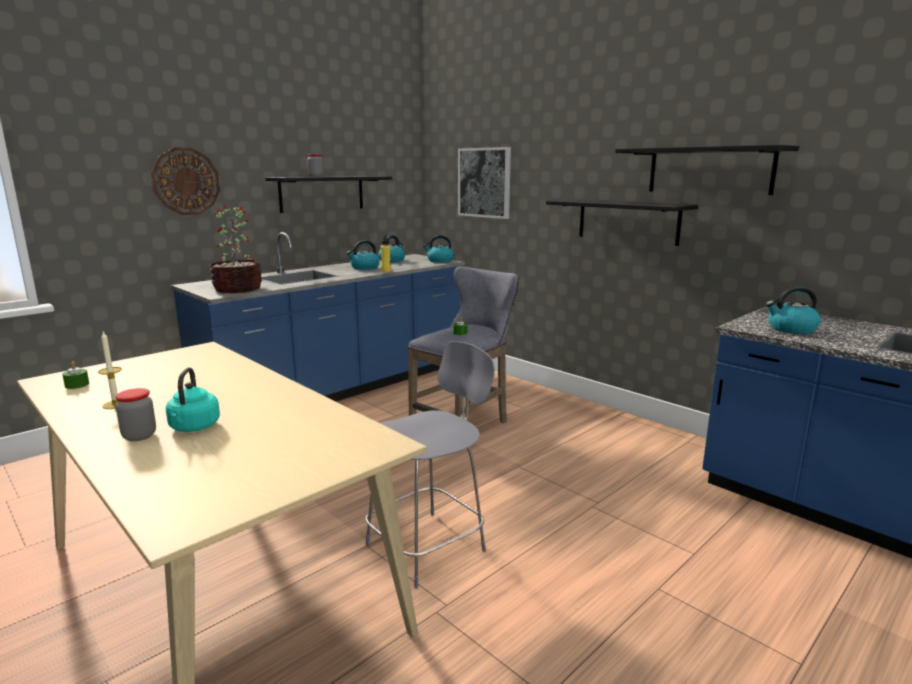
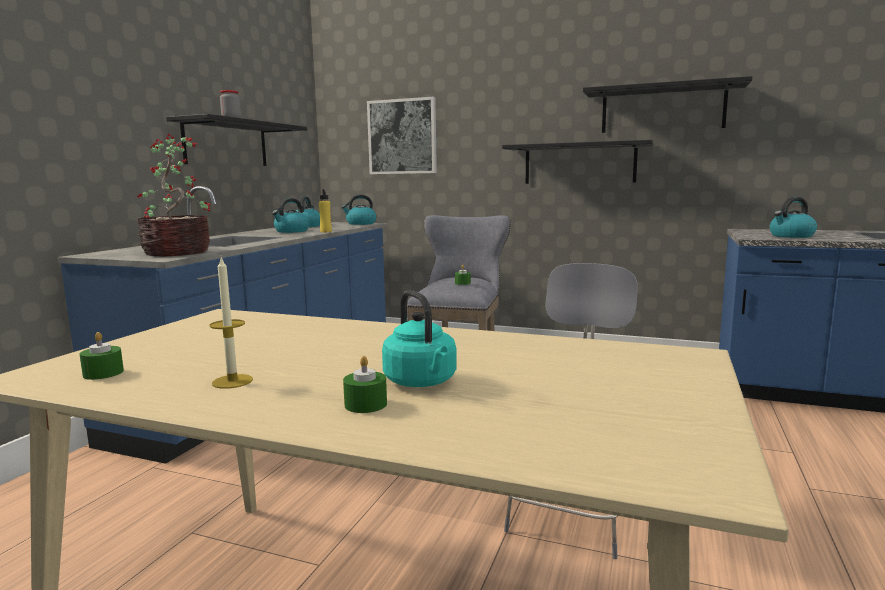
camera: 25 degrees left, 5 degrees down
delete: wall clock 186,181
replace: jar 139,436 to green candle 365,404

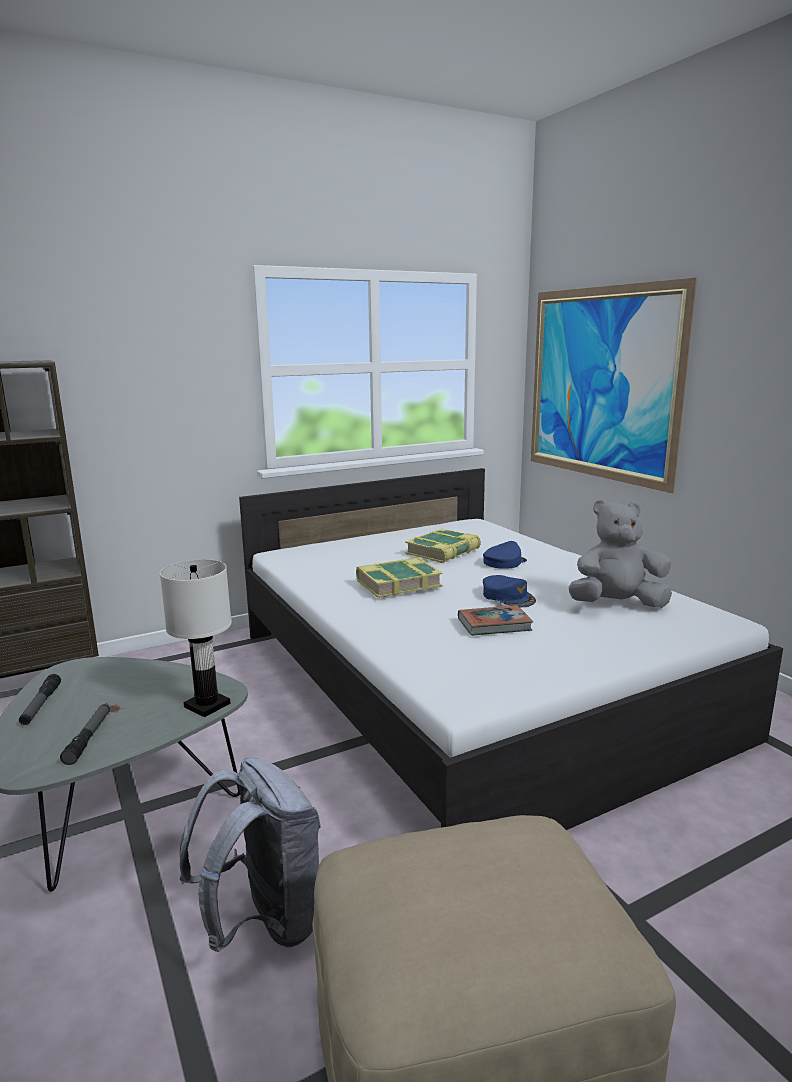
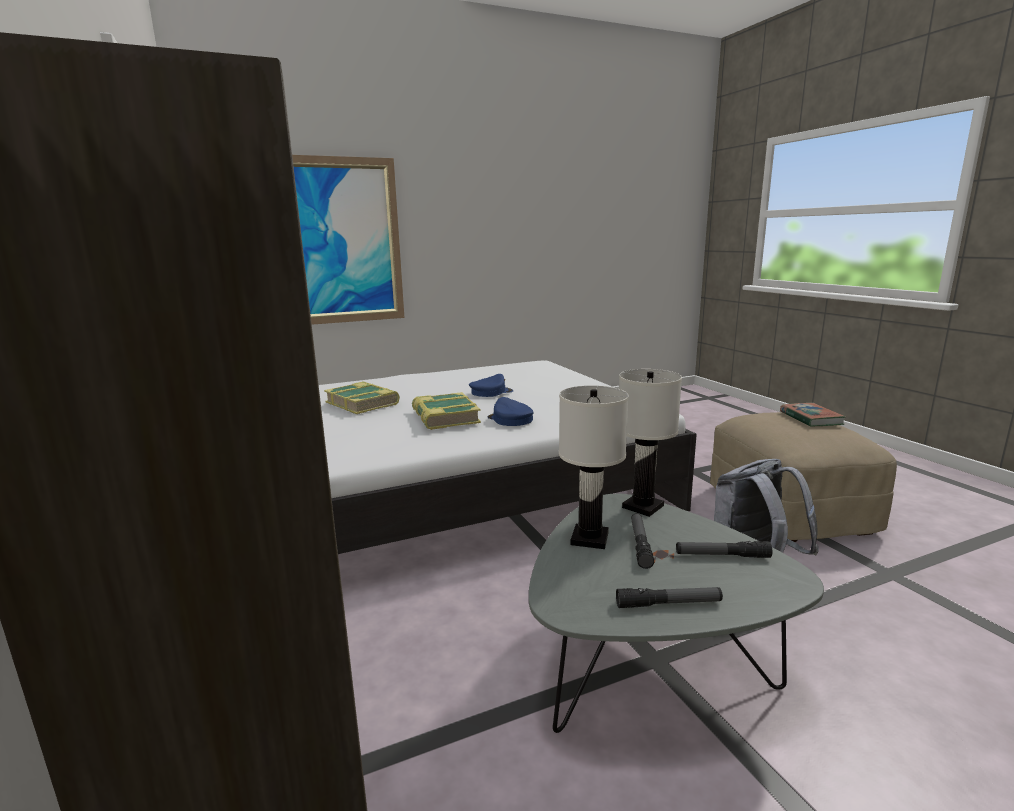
camera: 85 degrees left, 0 degrees up
delete: grey plush toy 617,605
insert: white table lamp 590,538; flashlight 640,544
move: blue cap 504,562 to 510,419; book 494,625 to 810,418

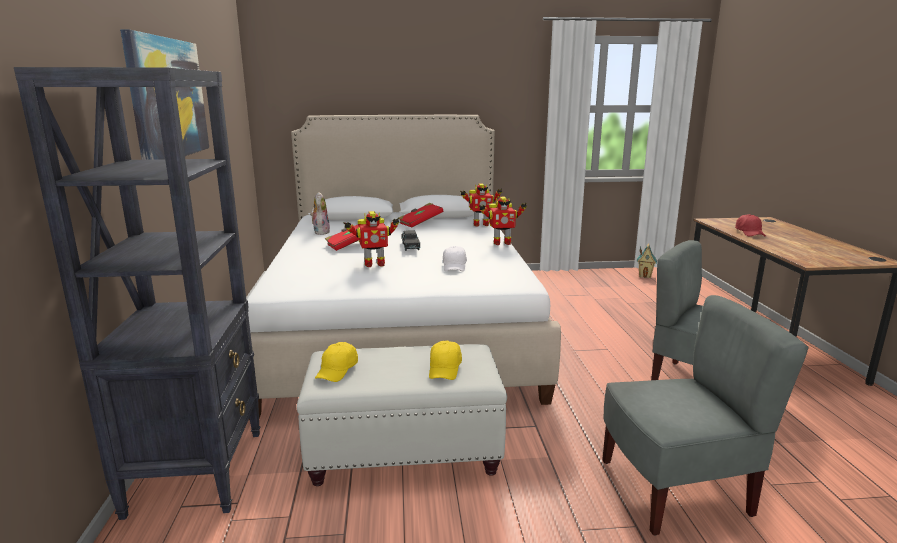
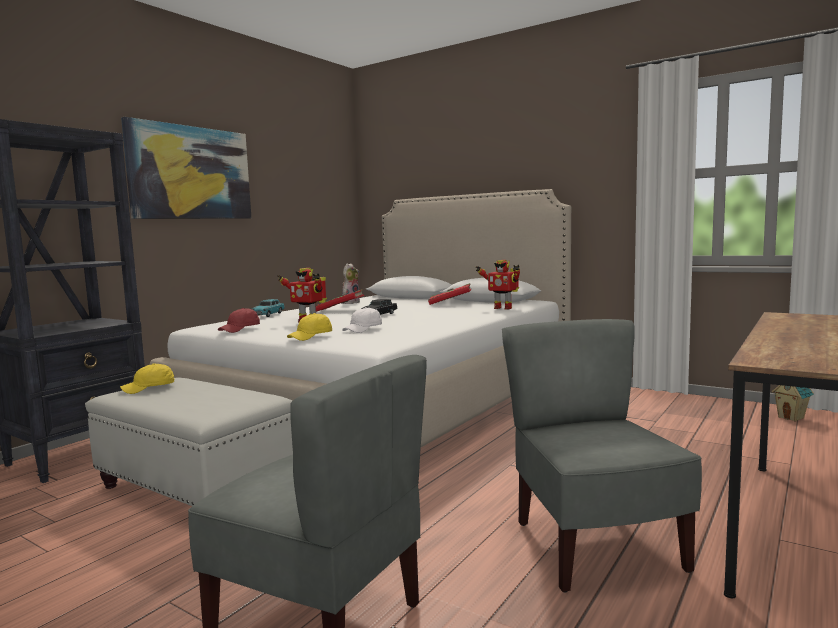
camera: 40 degrees right, 10 degrees down
delete: toy robot 501,243
insert: turquoise toy car 268,315
move: red cap 750,233 to 240,329; yellow cap 445,369 to 311,337

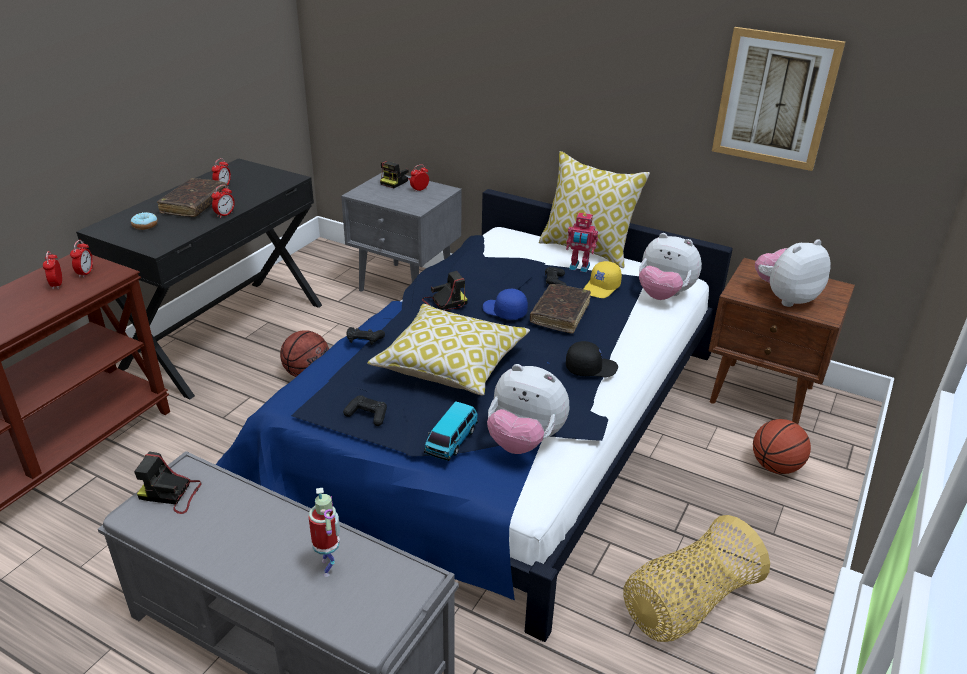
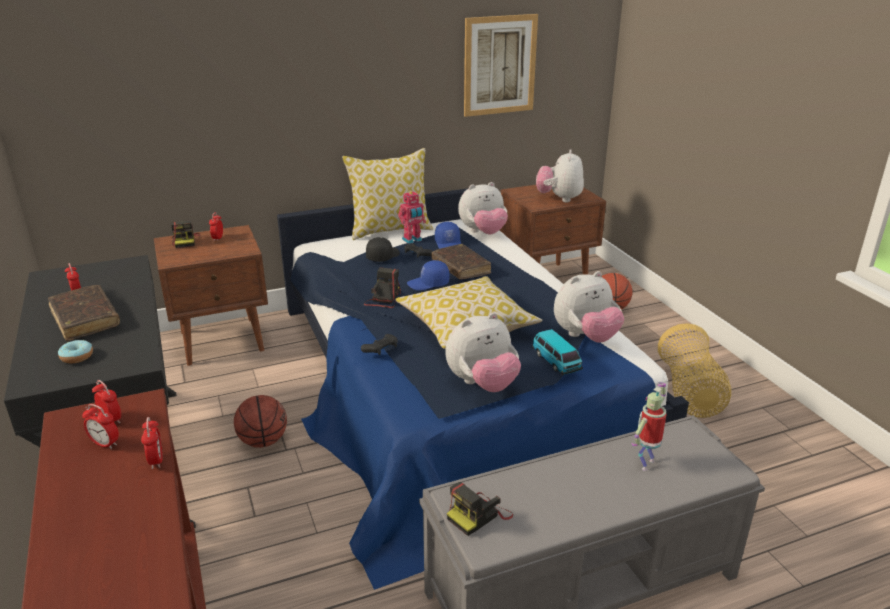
camera: 50 degrees left, 5 degrees down
move: alarm clock 225,214 to 156,460; black cap 590,368 to 382,256
replace: black game controller 367,415 to plush toy 482,384
recolor: grey nightstand 406,286 to brown nightstand 223,341; yellow cap 602,288 to blue cap 449,244
rotate: toy robot 329,567 = 645,463 75 degrees counterclockwise

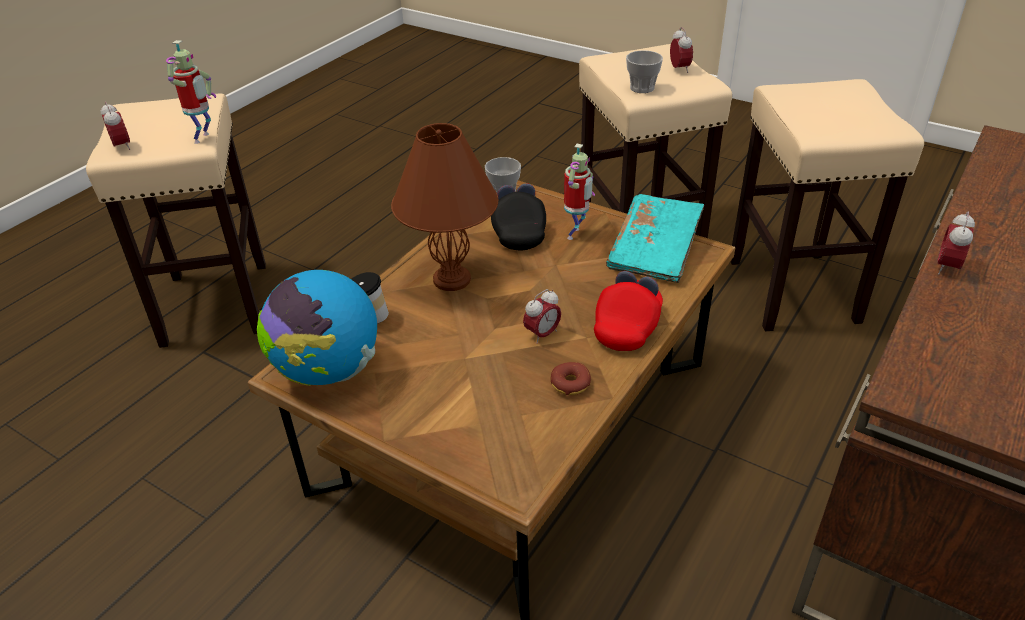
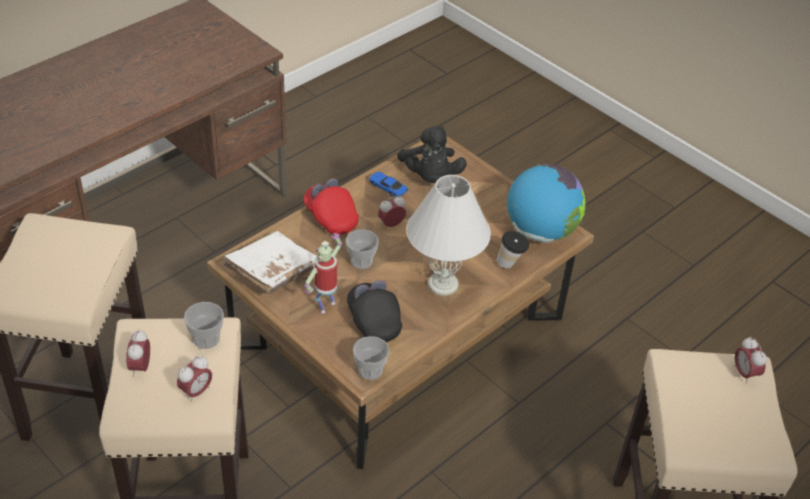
camera: 170 degrees left, 5 degrees up
delete: toy robot 204,139
insert: cup 361,261; black plush toy 430,177
move: alarm clock 947,267 to 196,392
replace: donut 570,384 to toy car 387,188
recolor: turquoise book 654,252 to white book 272,272; brown table lamp 452,279 to white table lamp 442,284
rotate: red cap 628,326 = 330,217 105 degrees clockwise; black cap 518,232 = 373,321 150 degrees clockwise

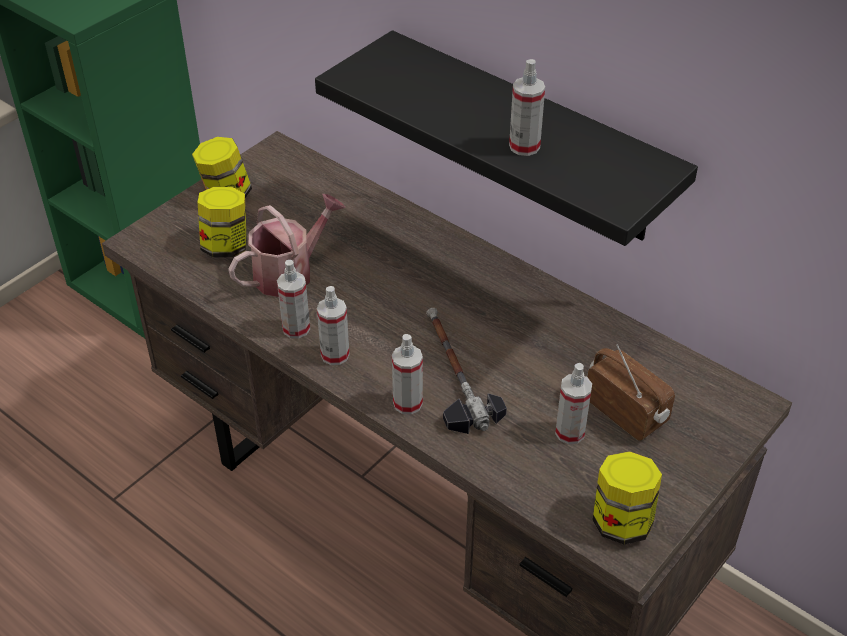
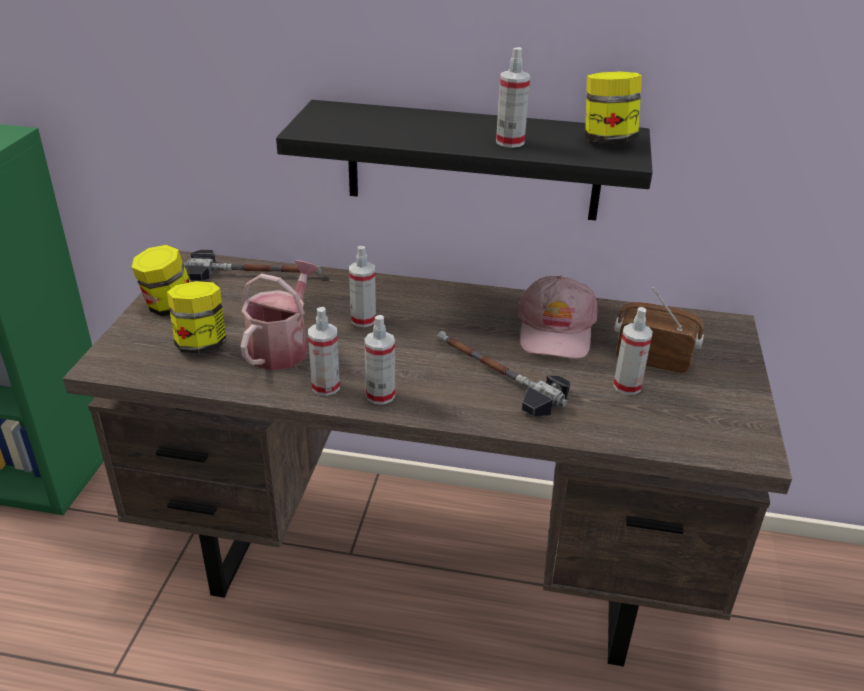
camera: 30 degrees left, 10 degrees down
insert: hammer 253,273; pink cap 556,330
move: spray bottle 407,403 to 363,320; jar 621,521 to 607,141

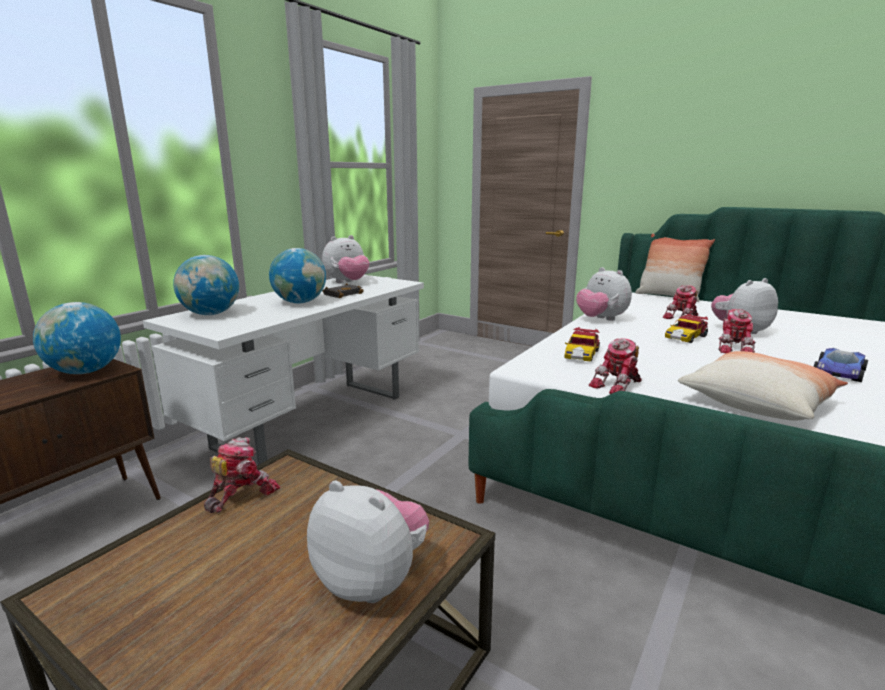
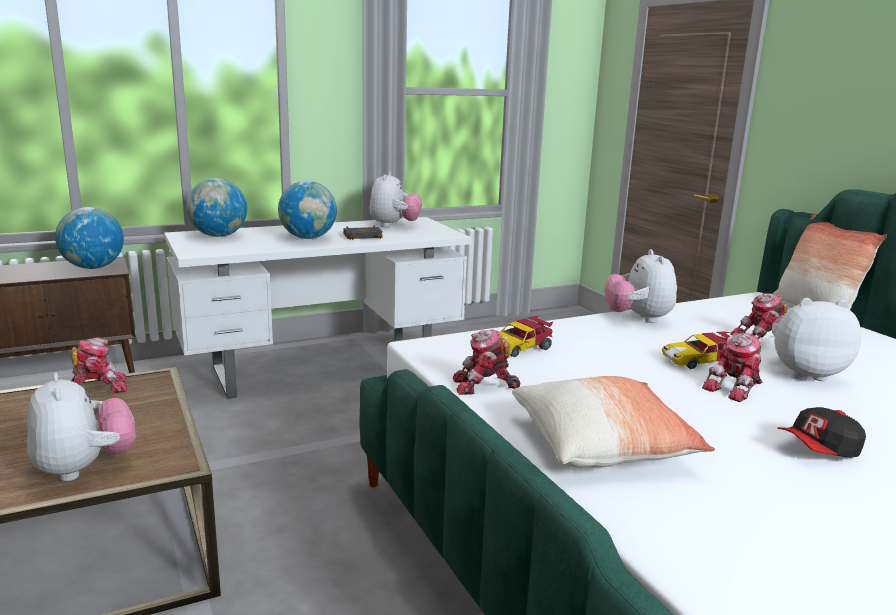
camera: 30 degrees right, 0 degrees up
replace: toy car 838,371 to cap 819,450
rotate: plush toy 347,283 = 394,225 75 degrees counterclockwise

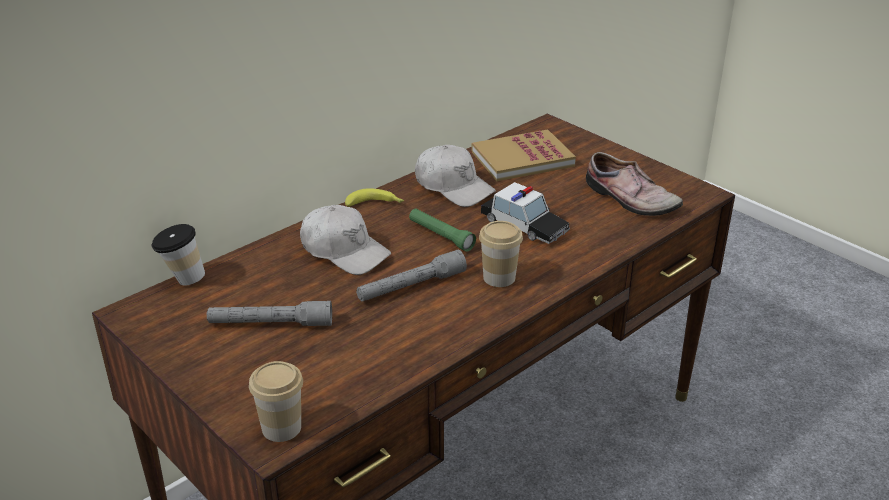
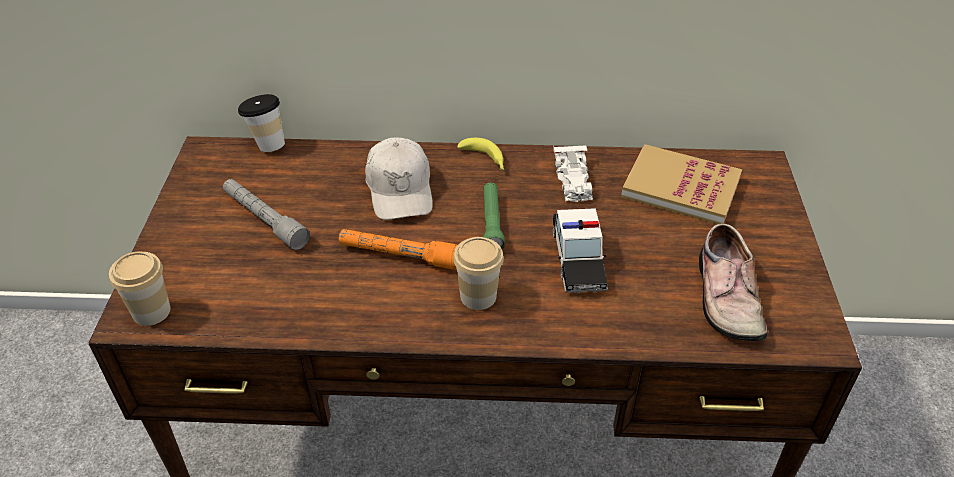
camera: 45 degrees right, 10 degrees up
replace: white cap 453,187 to white toy car 573,181
recolor: grey flashlight 411,286 to orange flashlight 399,255

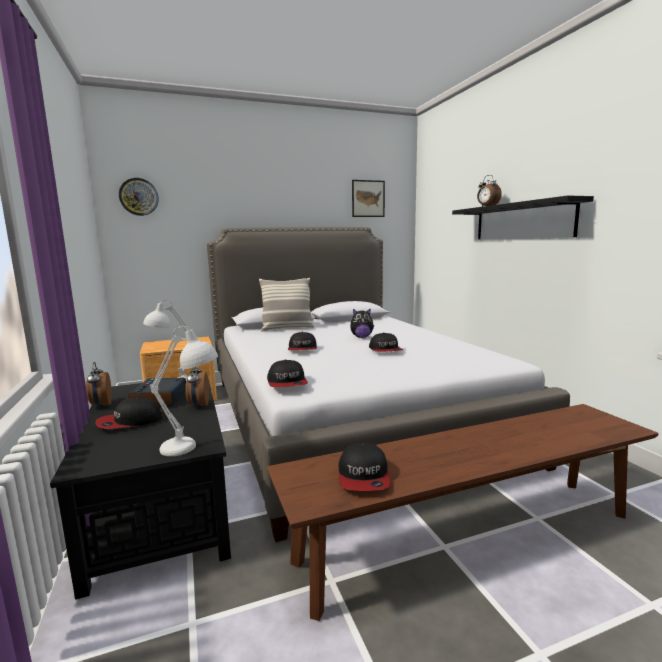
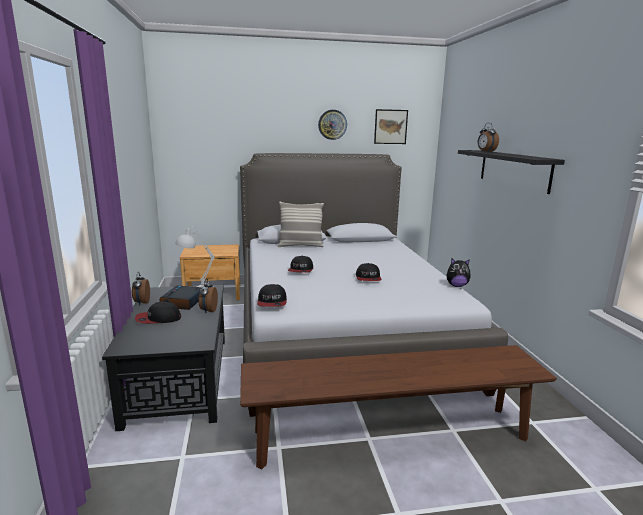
camera: 10 degrees right, 5 degrees up
delete: white table lamp 192,448; cap 364,477
move: wall clock 139,197 to 332,124; plush toy 361,337 to 456,286

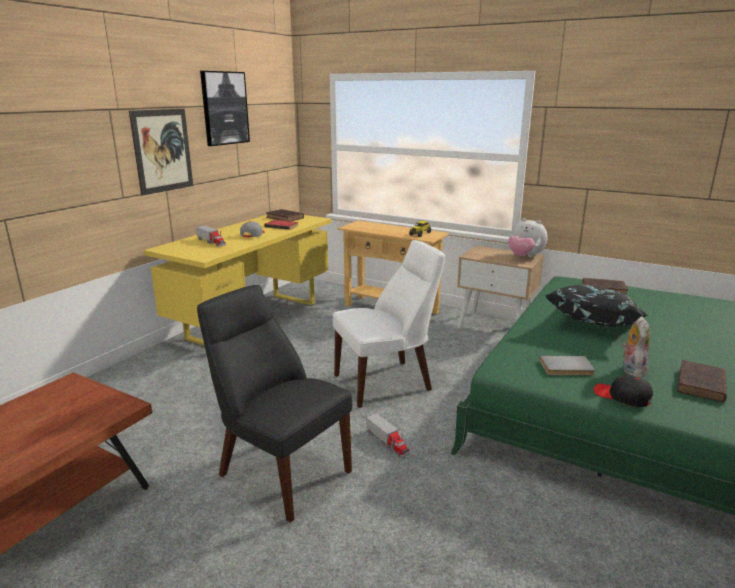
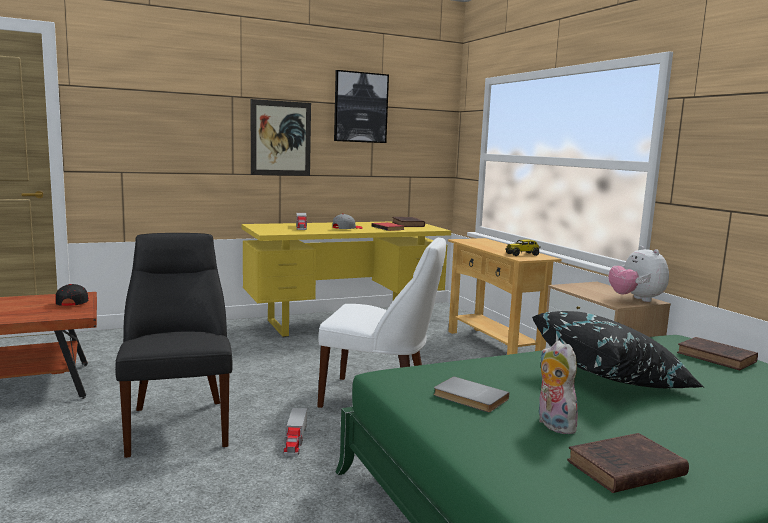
camera: 35 degrees right, 10 degrees down
move: black cap 622,397 to 73,302
rotate: plush toy 631,370 = 552,424 75 degrees counterclockwise

